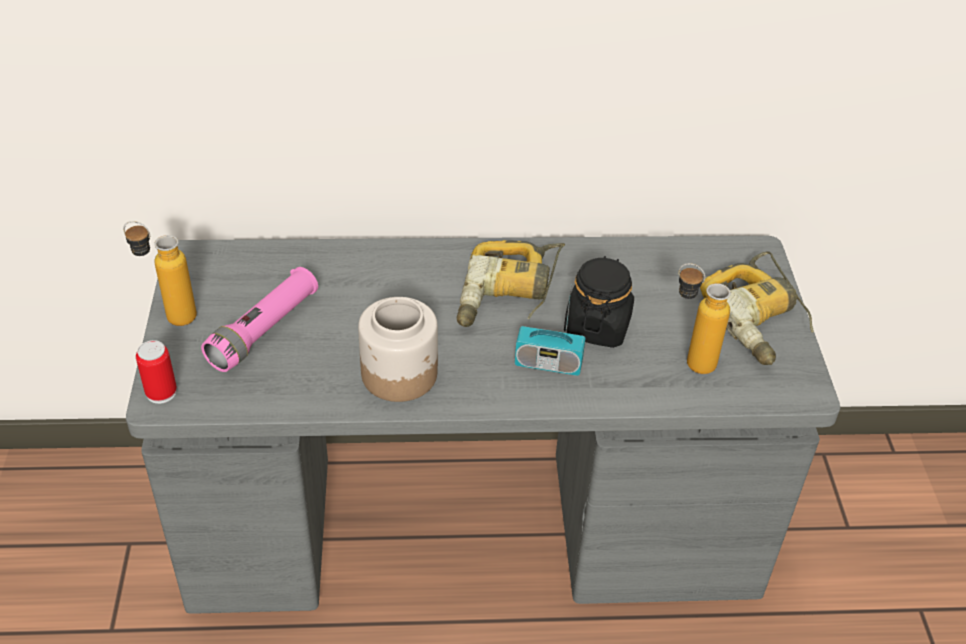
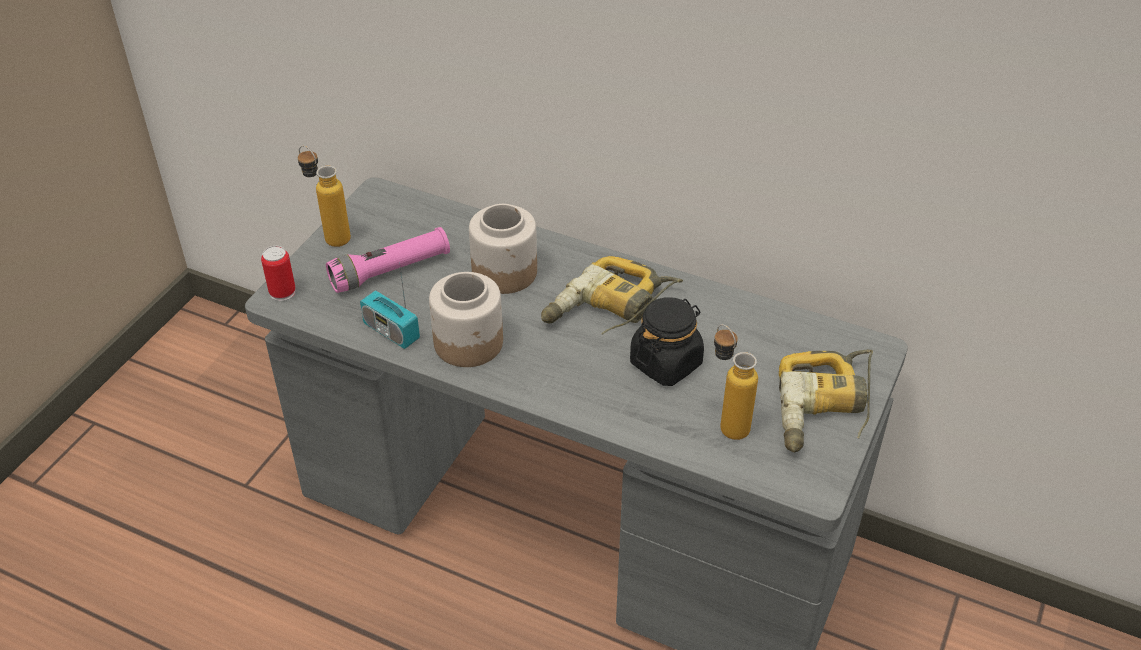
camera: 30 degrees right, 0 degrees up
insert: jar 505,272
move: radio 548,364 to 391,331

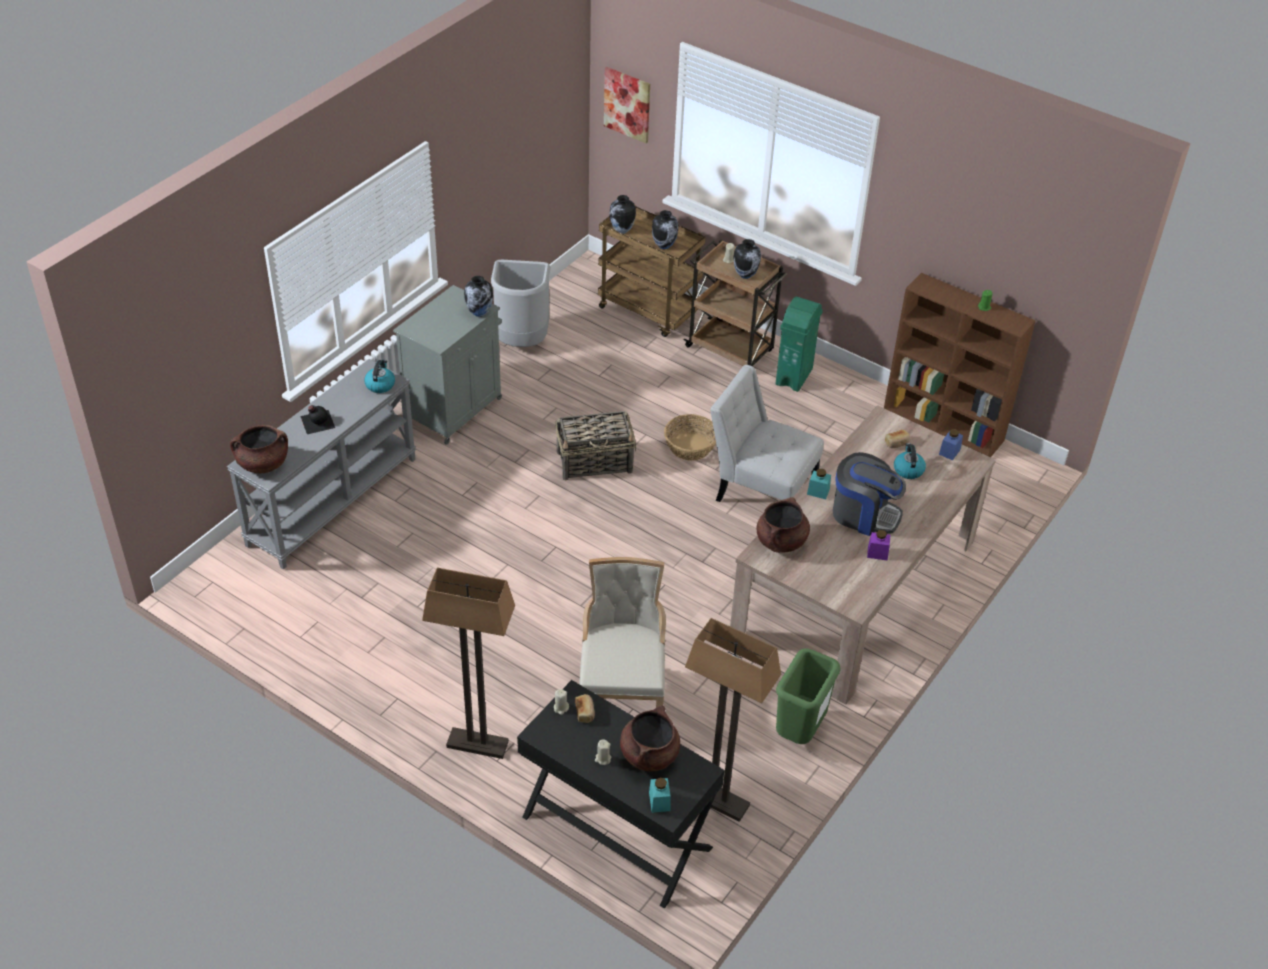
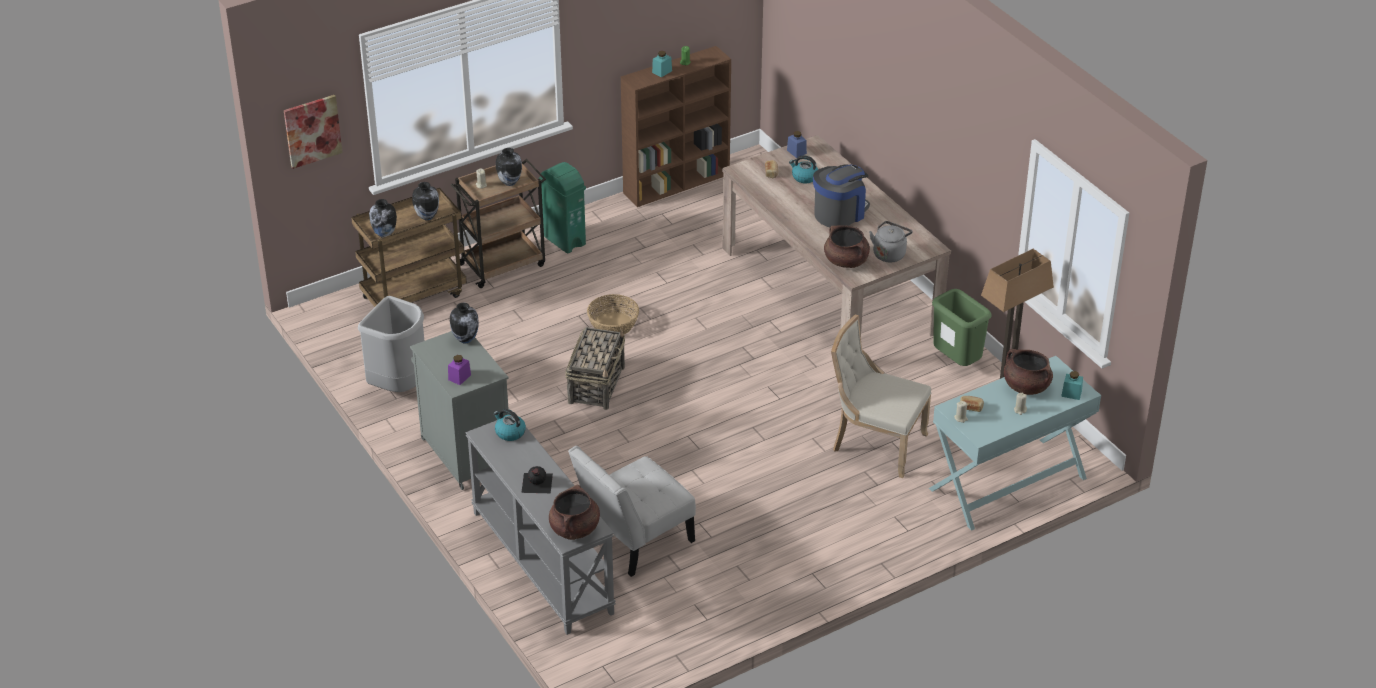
camera: 65 degrees left, 5 degrees down
delete: floor lamp 477,745
insert: grey kettle 890,253
move: purple jar 877,553 to 459,377; white chair 761,489 to 633,540; turquoise jar 818,491 to 662,71
recolor: black console table 616,832 to turquoise console table 1008,484

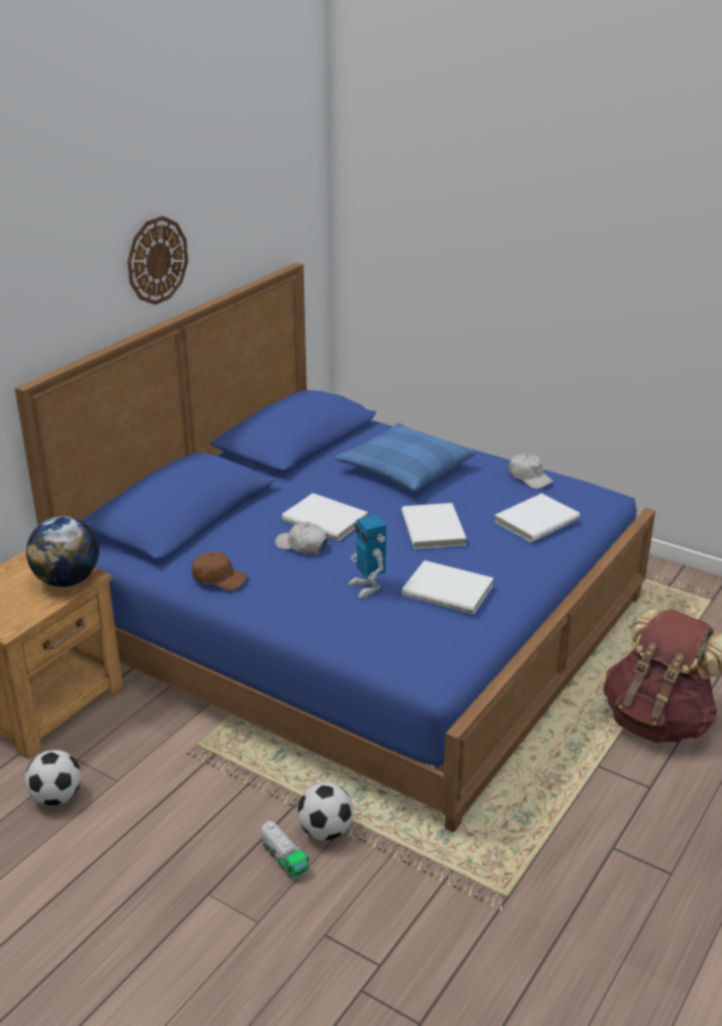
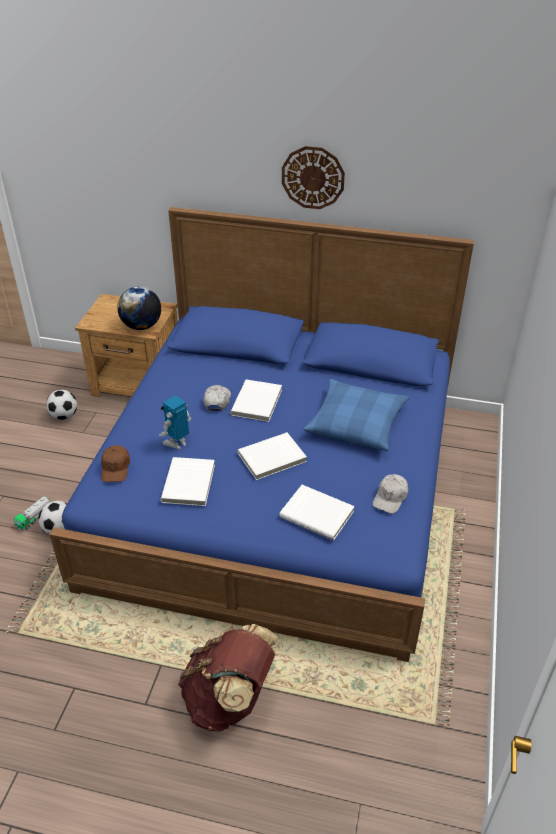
camera: 70 degrees right, 10 degrees up
move: brown cap 219,578 to 116,468

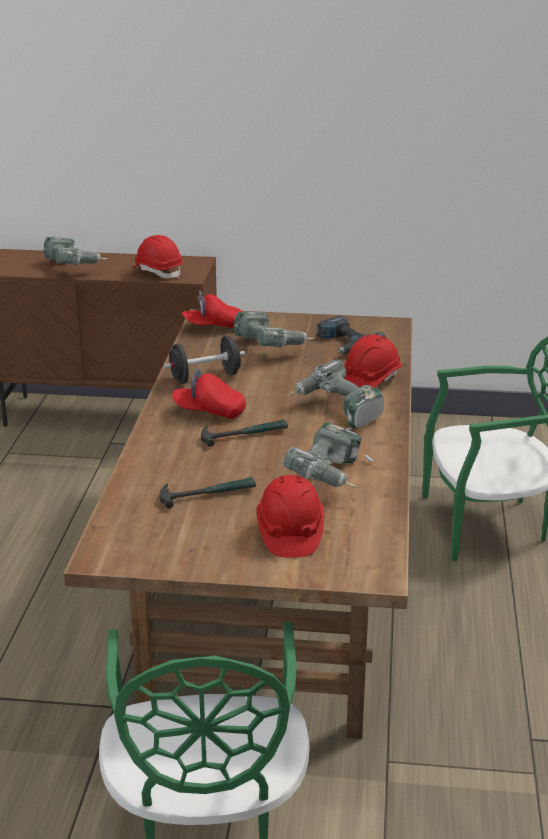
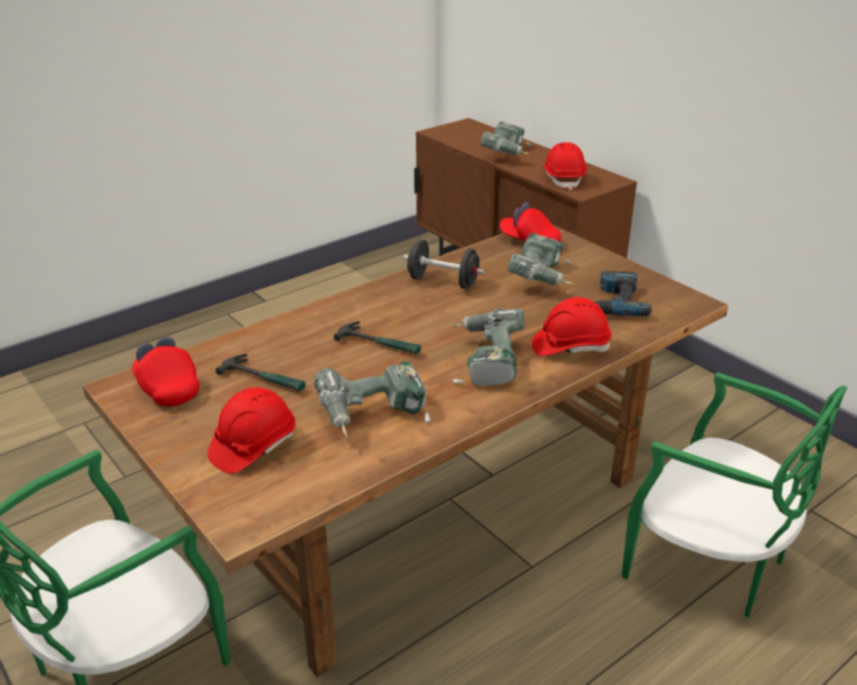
camera: 45 degrees right, 5 degrees up
move: red cap 209,412 to 167,388

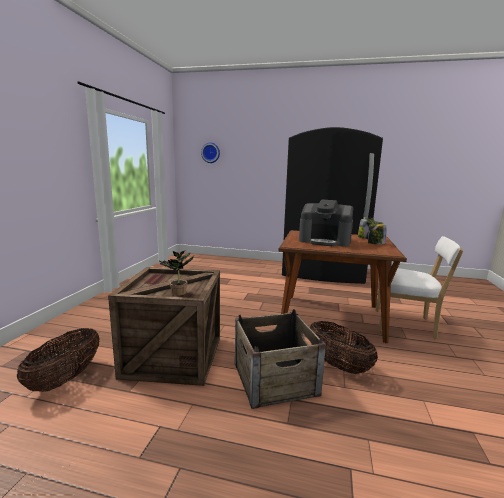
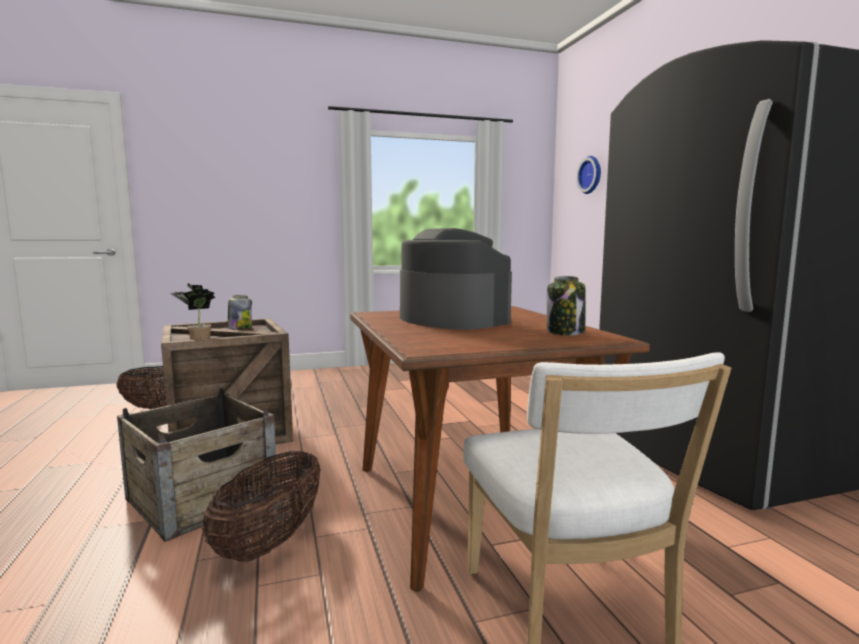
camera: 60 degrees right, 5 degrees down
move: jar 375,243 to 240,328
rotate: coffee machine 325,241 = 452,320 150 degrees clockwise

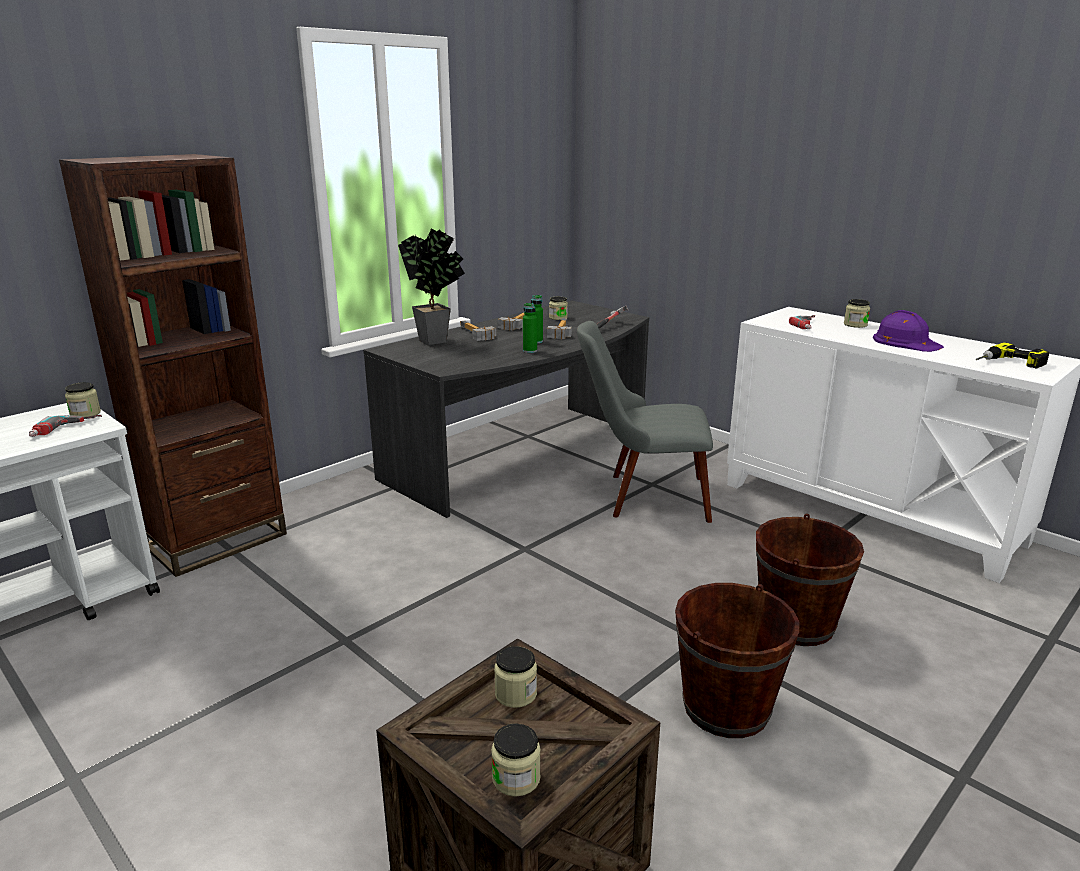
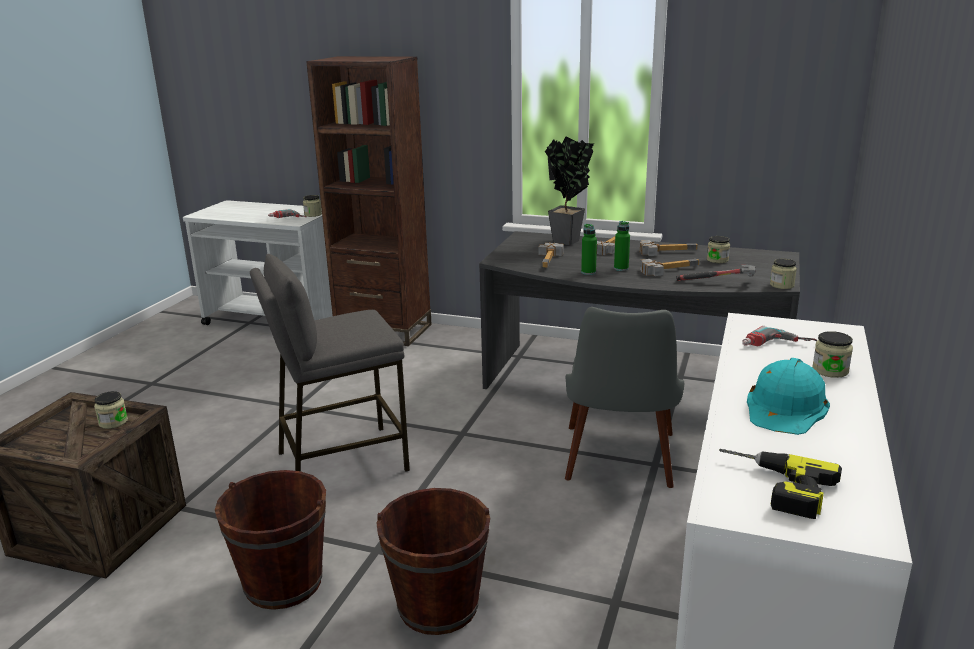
camera: 65 degrees right, 0 degrees up
insert: grey stool 341,460; hammer 552,260
move: jar 516,778 to 782,285
recolor: purple hard hat 906,342 to turquoise hard hat 786,407
rotate: grey chair 642,496 = 619,465 150 degrees counterclockwise

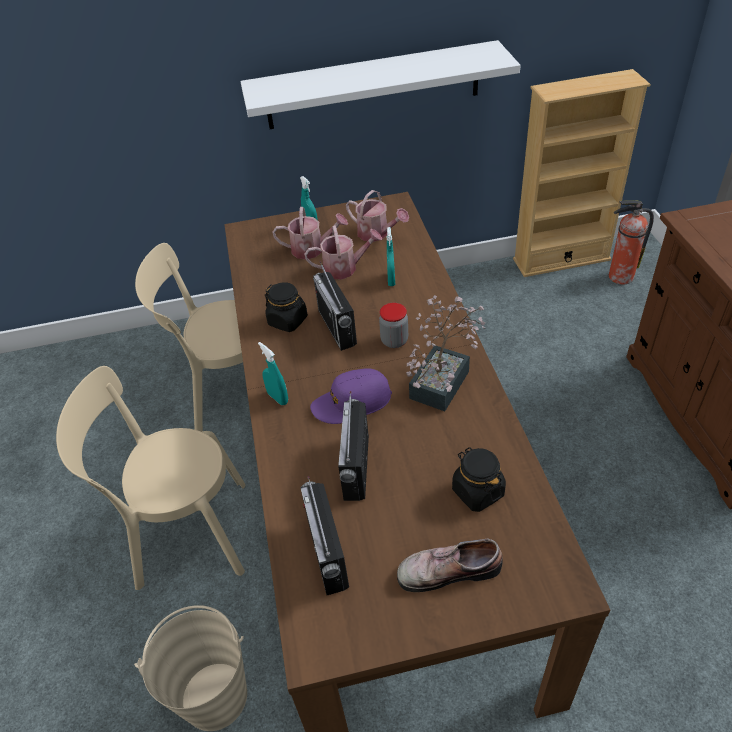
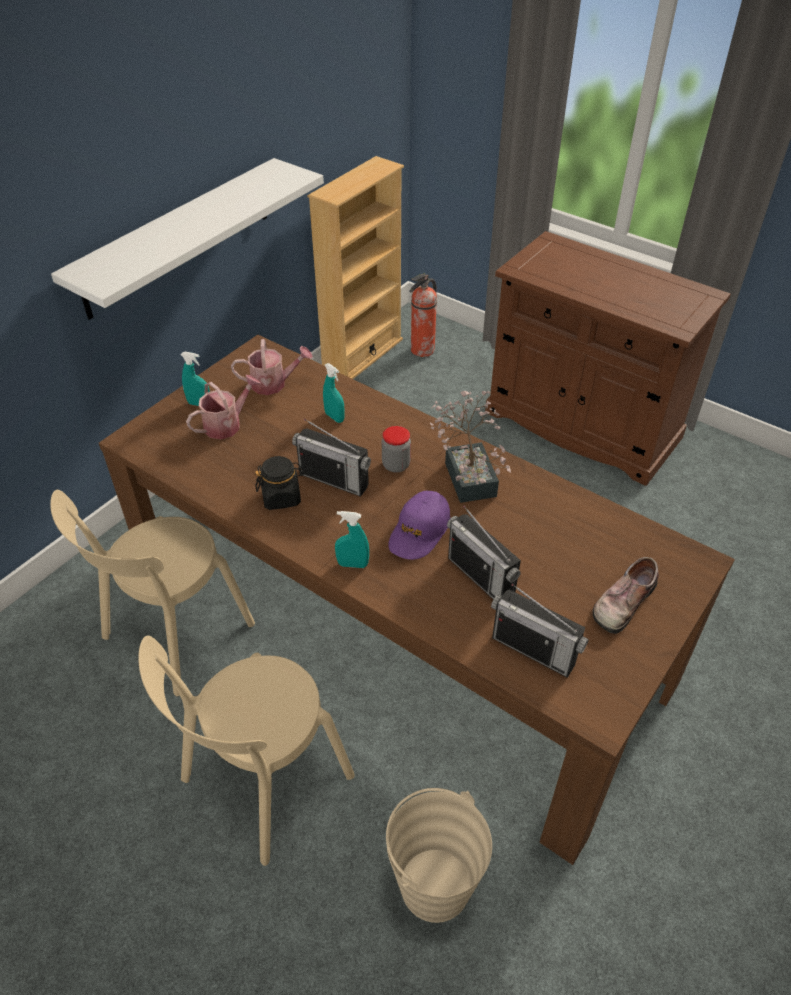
camera: 45 degrees left, 0 degrees up
delete: watering can 345,268; black jar 477,491

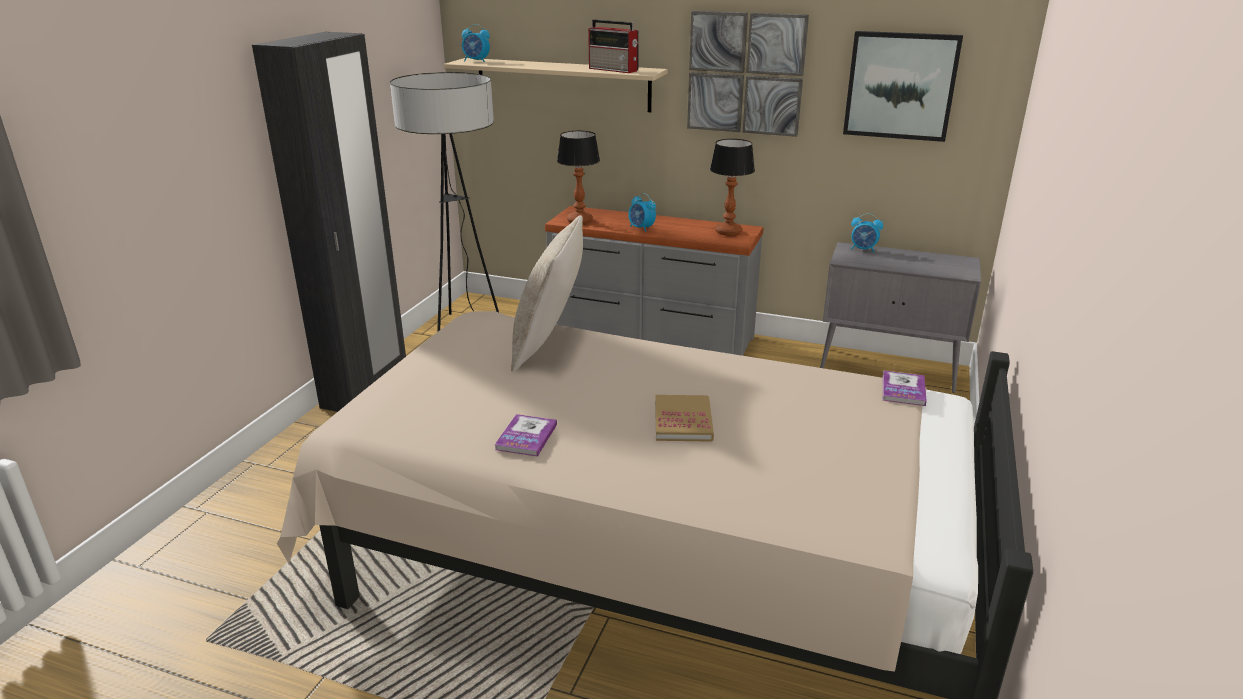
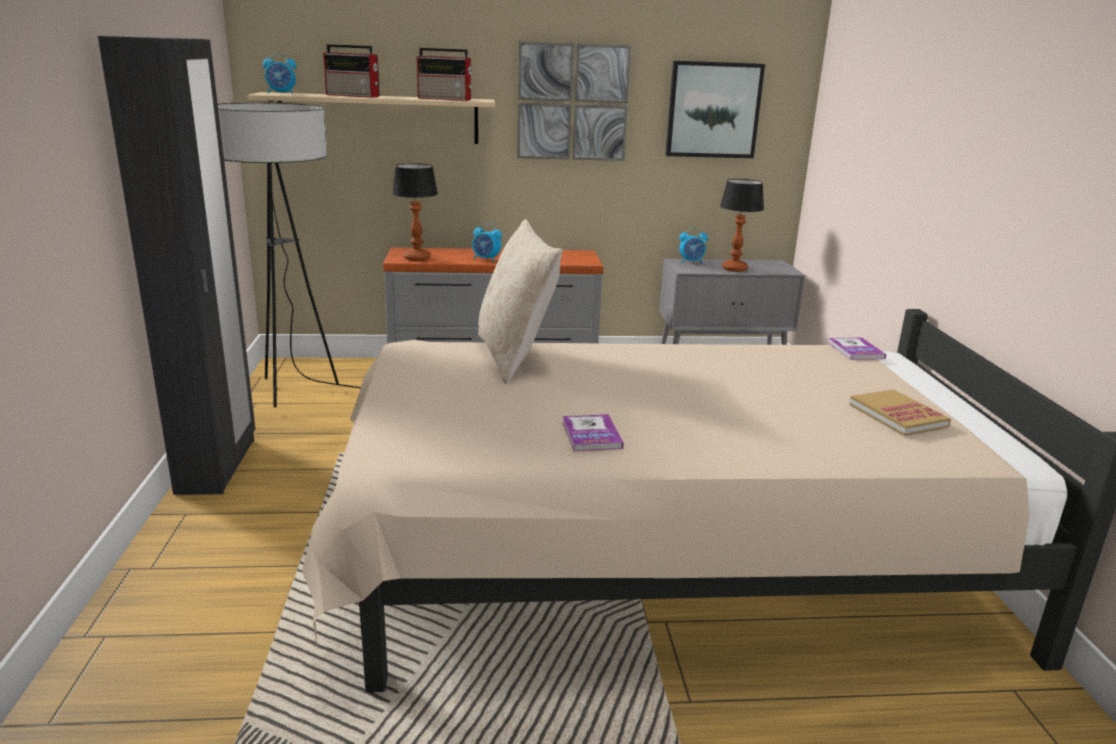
camera: 25 degrees left, 5 degrees down
insert: radio 354,96
move: table lamp 728,232 to 734,269; book 683,421 to 897,415

